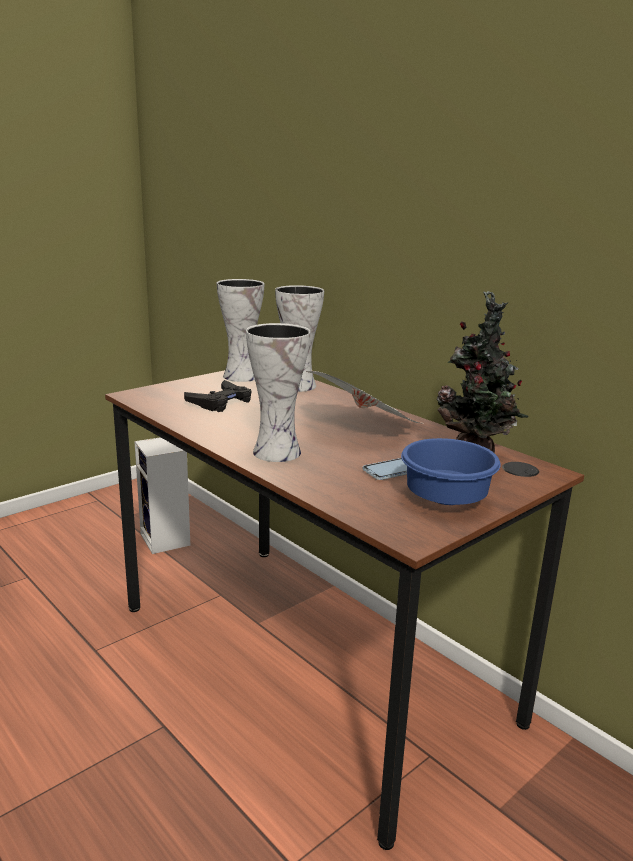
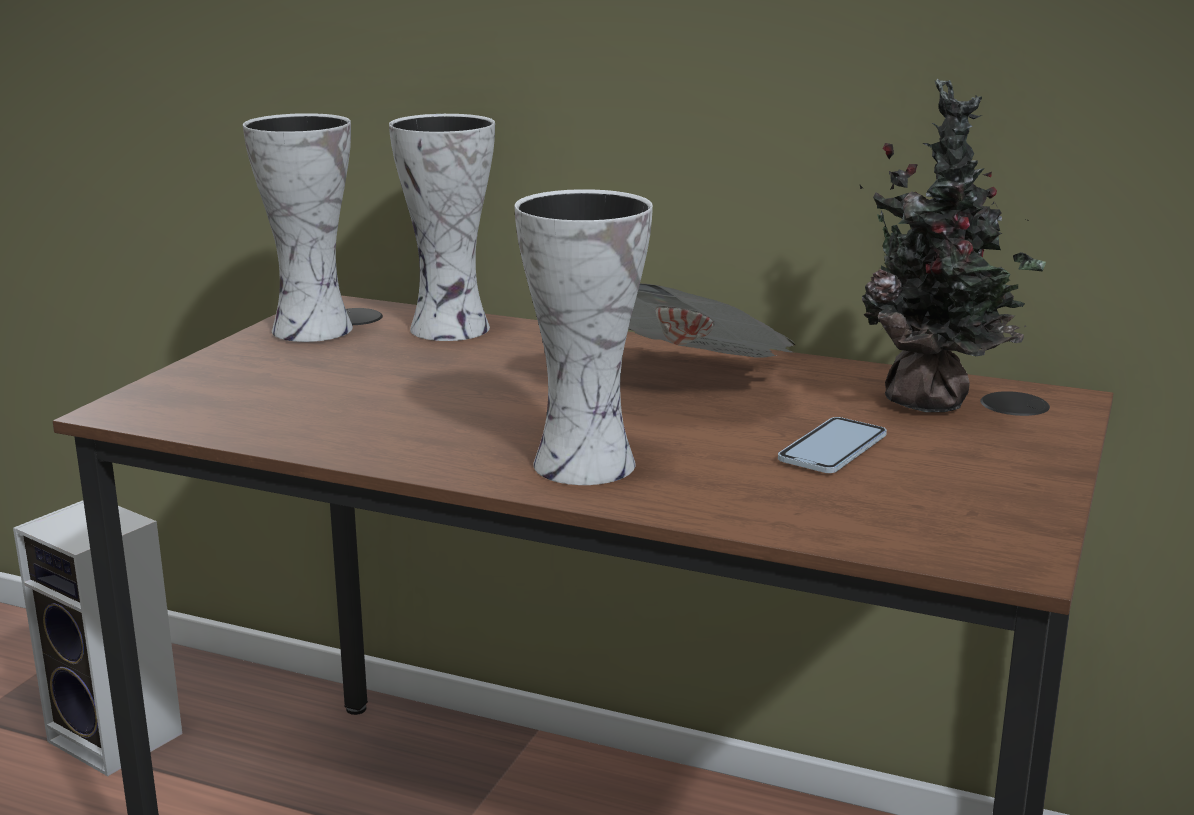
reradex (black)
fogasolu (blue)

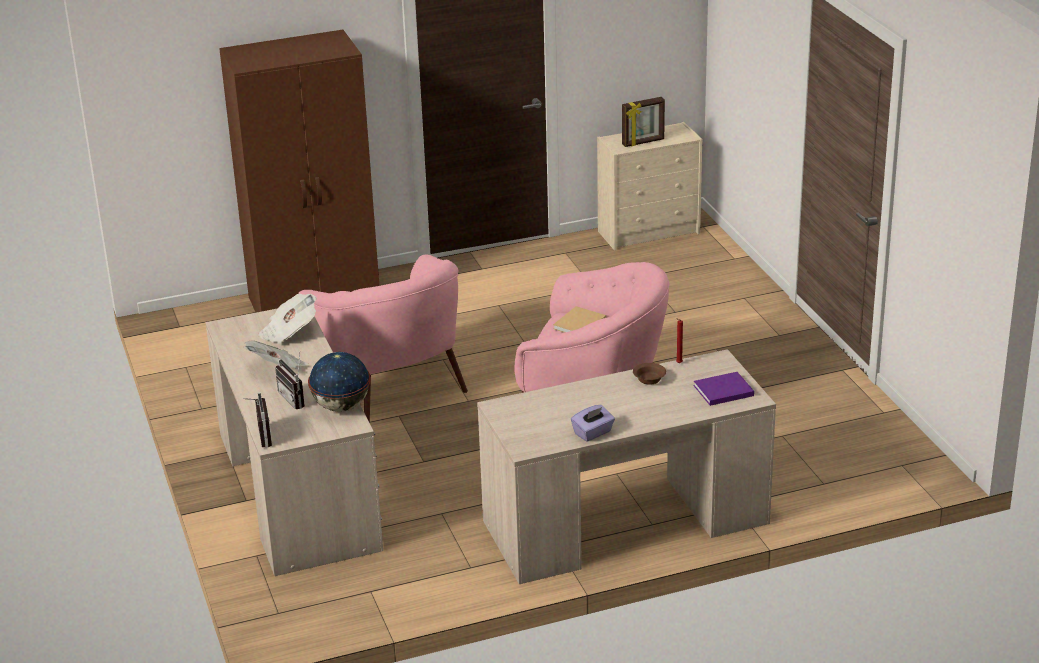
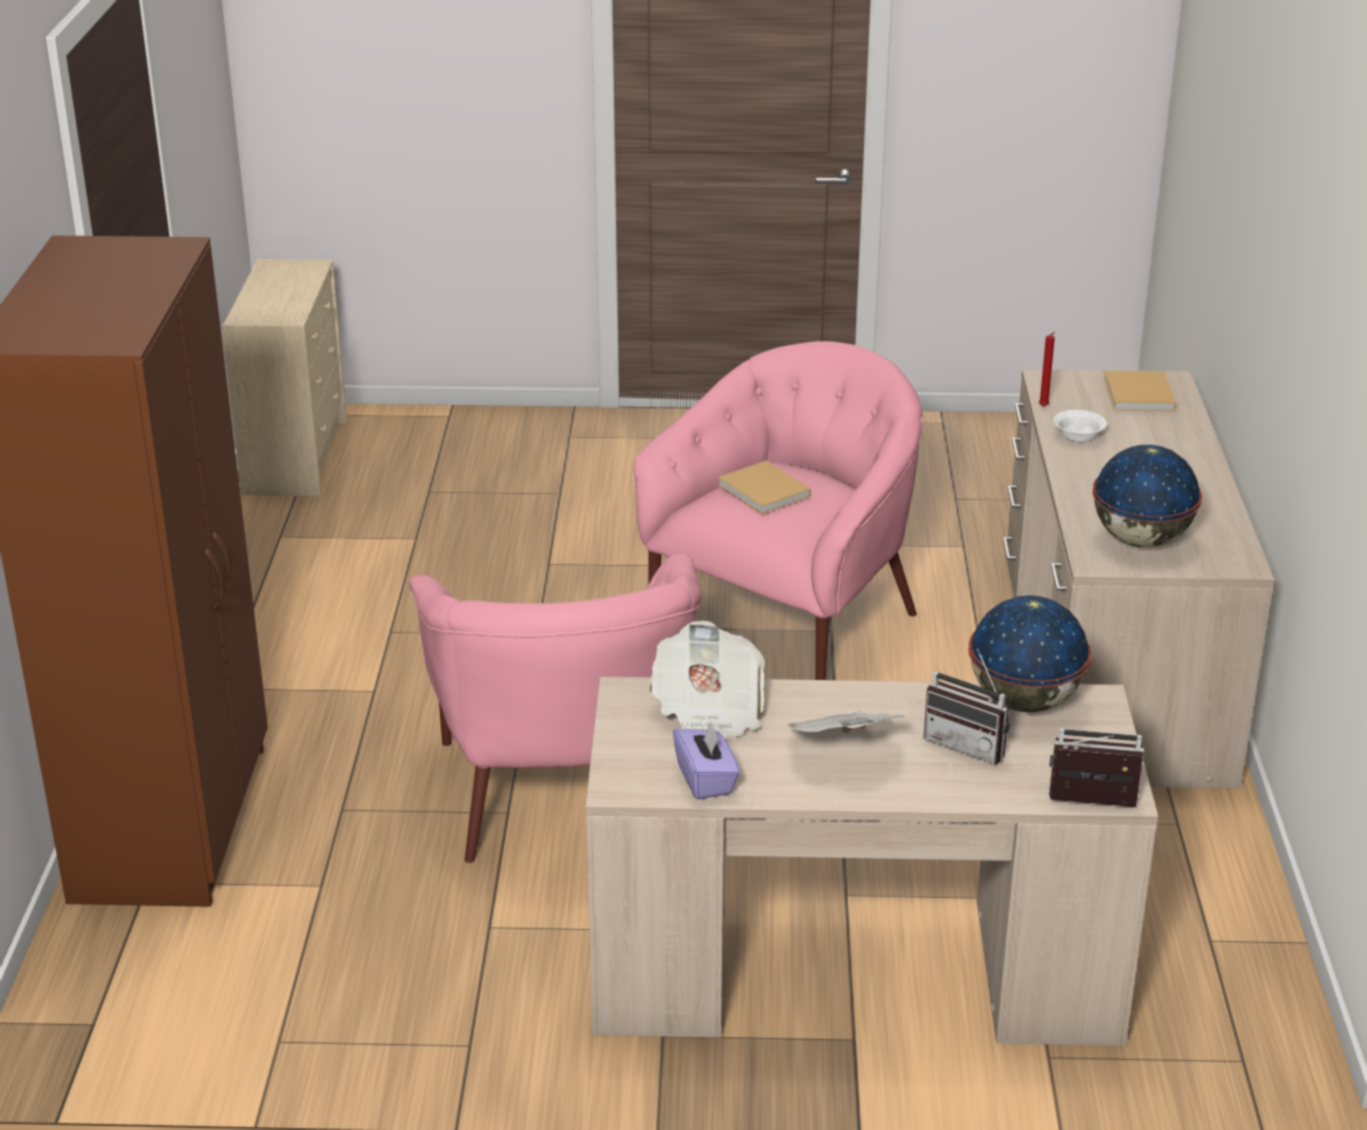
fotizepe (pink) (no. 1 from left)
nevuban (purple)
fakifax (no. 1 from left)
fogasolu (white)
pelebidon (no. 2 from left)
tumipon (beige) (no. 2 from left)
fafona

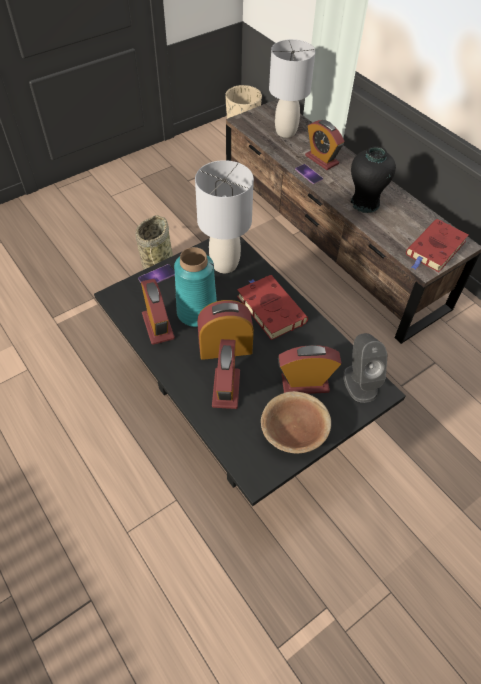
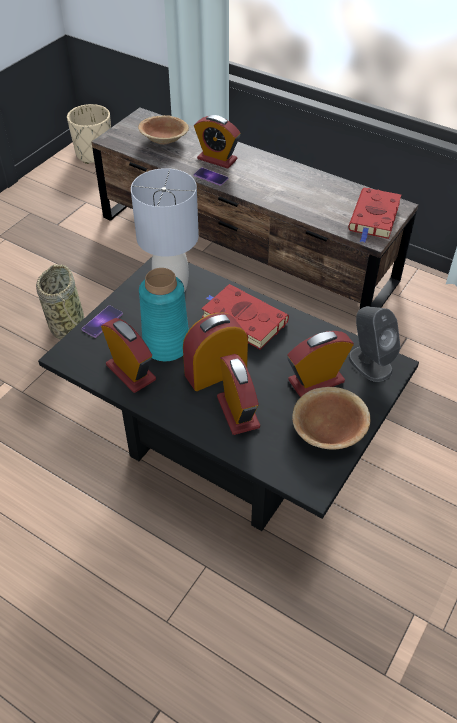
fogasolu (brown) (no. 1 from left)
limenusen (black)

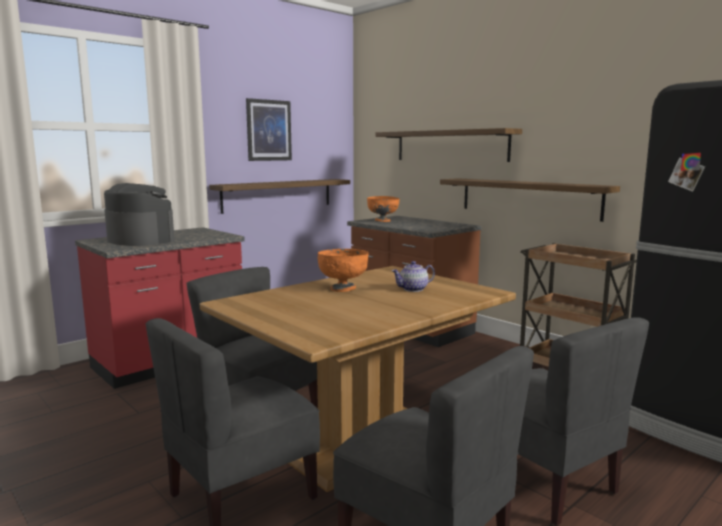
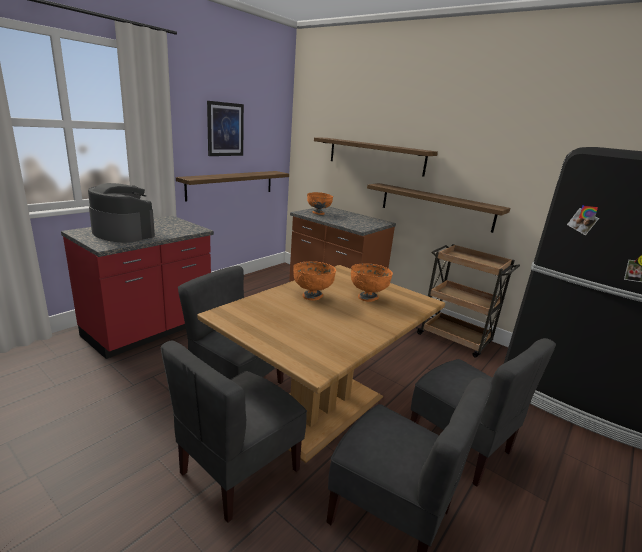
fogasolu (orange) (no. 3 from left)

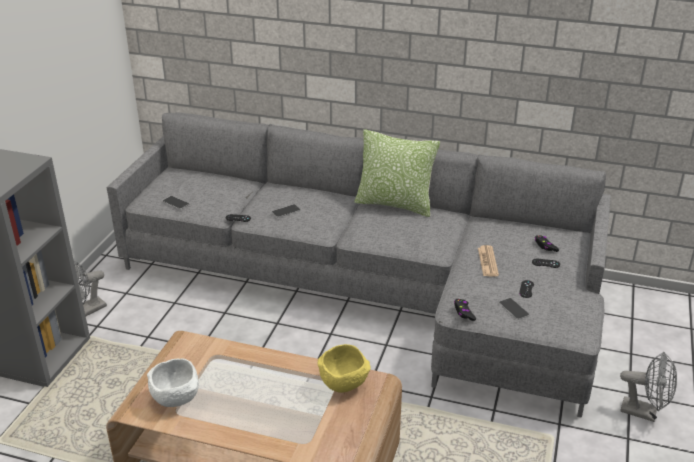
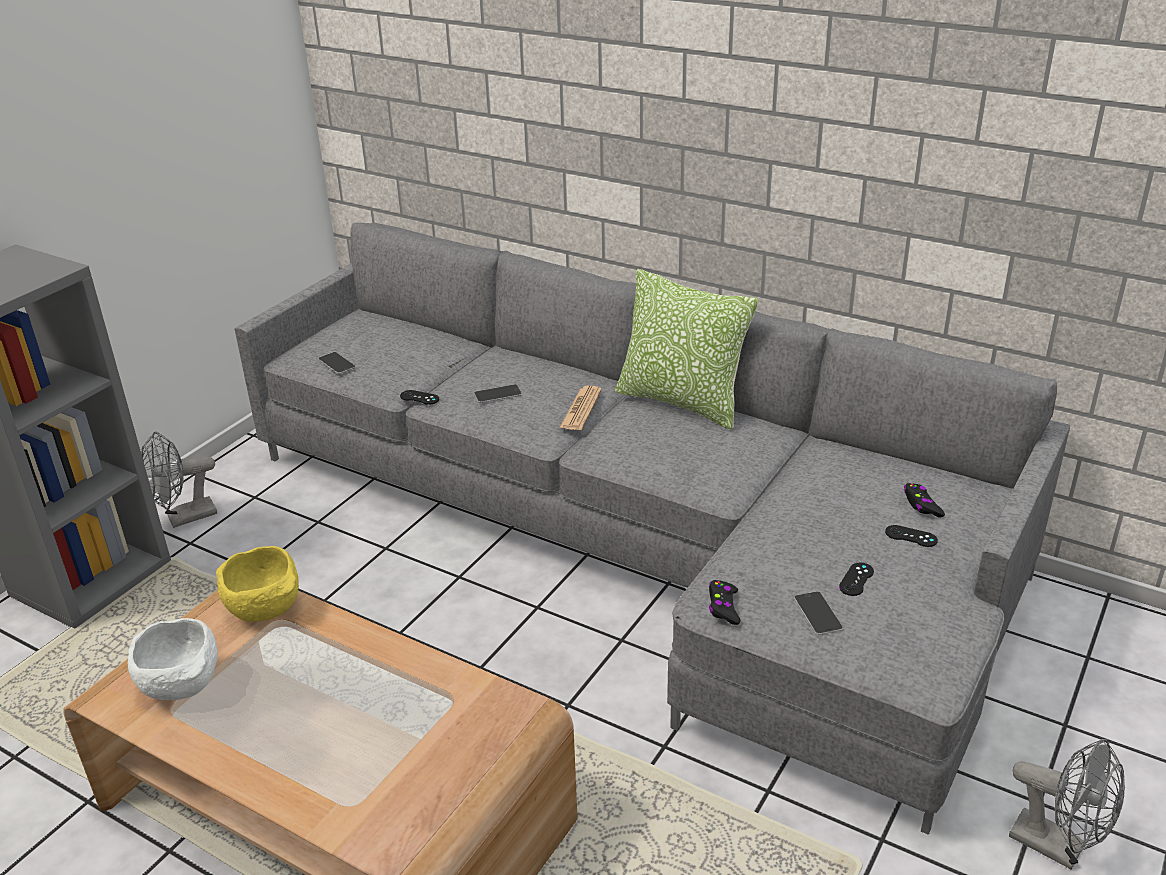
fogasolu (yellow)
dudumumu

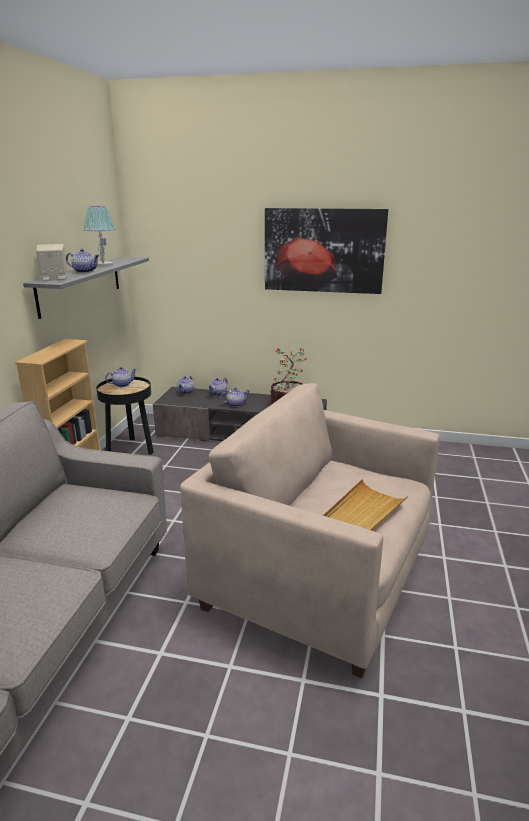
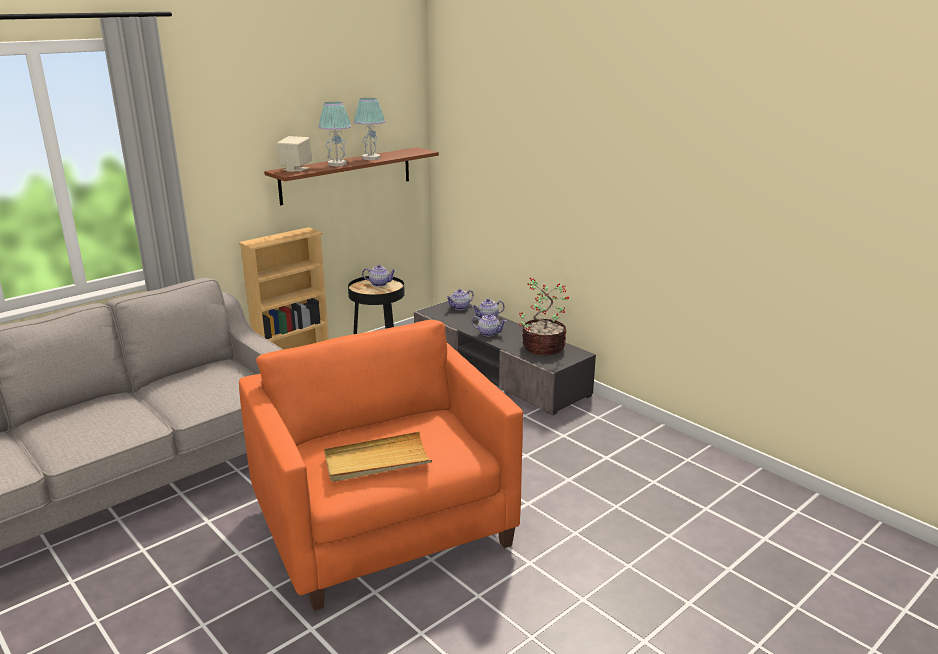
fotizepe (orange)
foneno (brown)
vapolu (no. 1 from left)
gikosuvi

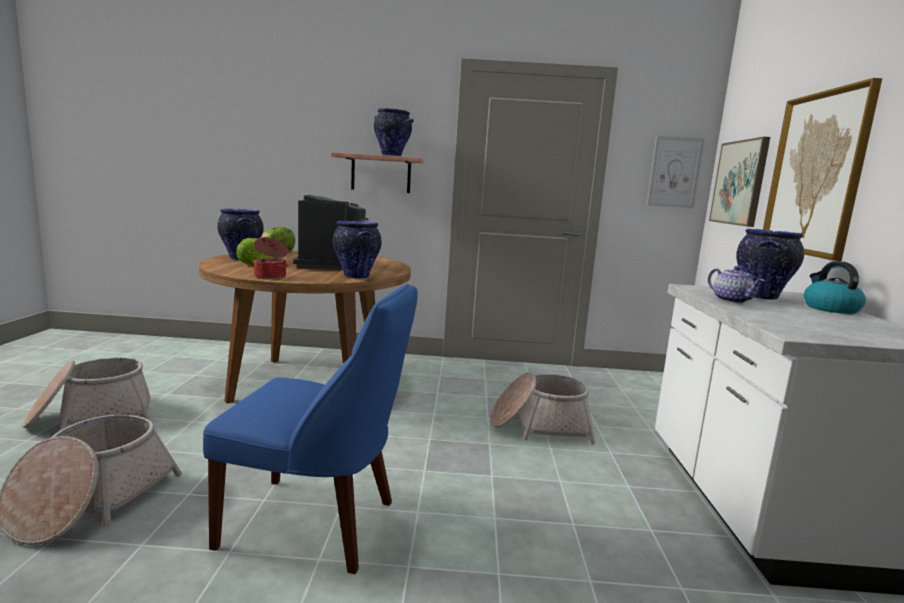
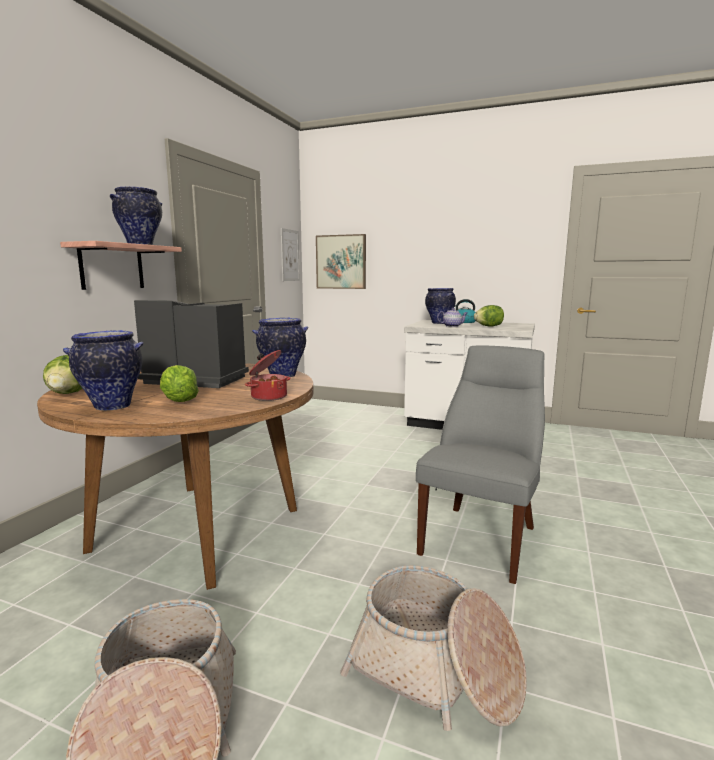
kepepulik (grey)
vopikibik (no. 3 from left)
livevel (no. 3 from left in the first image)
gikosuvi (no. 3 from left in the first image)

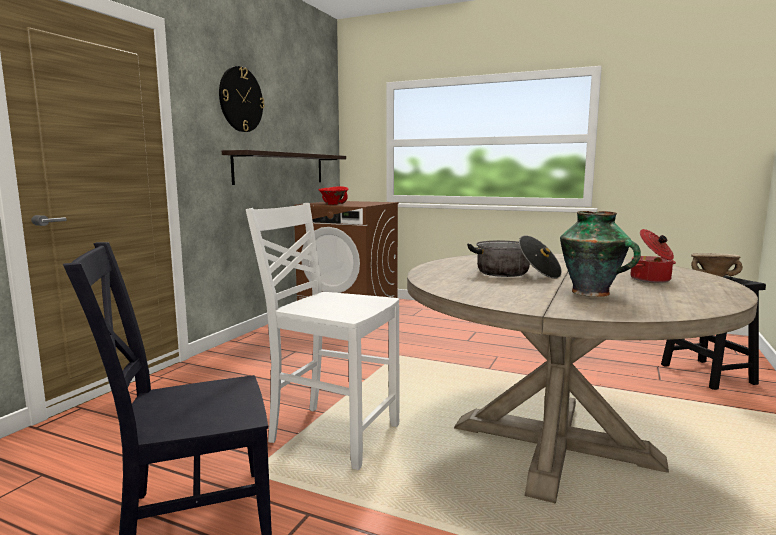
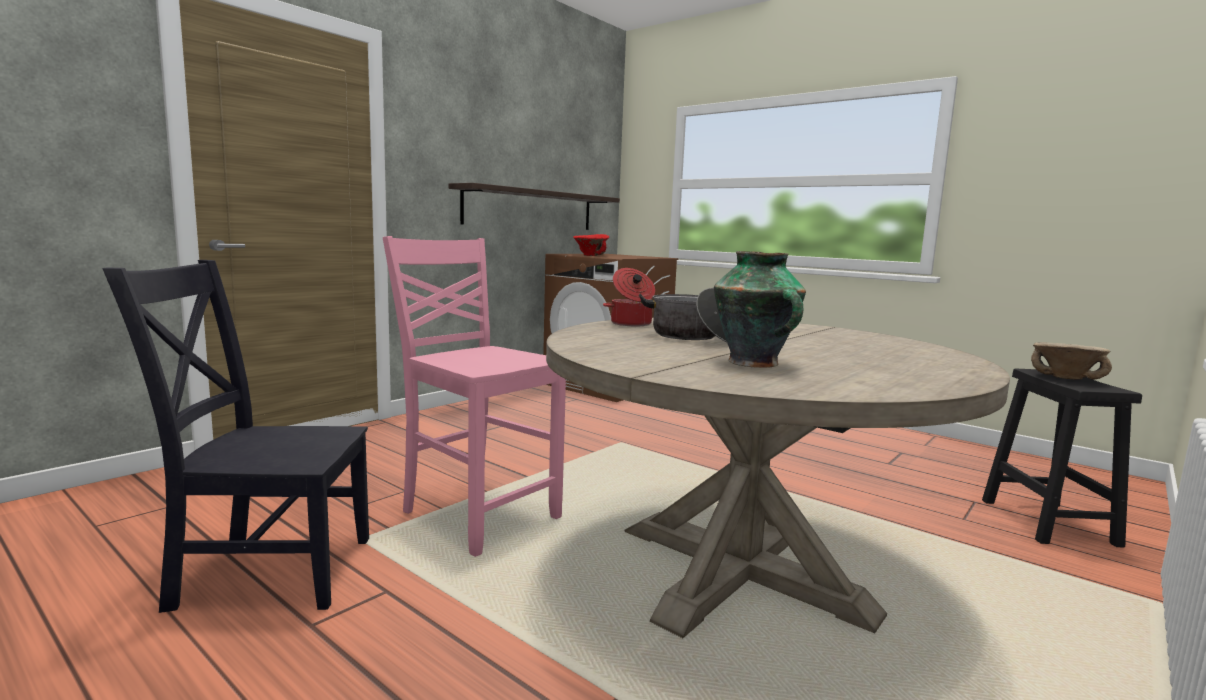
kepepulik (pink)
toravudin (no. 1 from left)
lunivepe

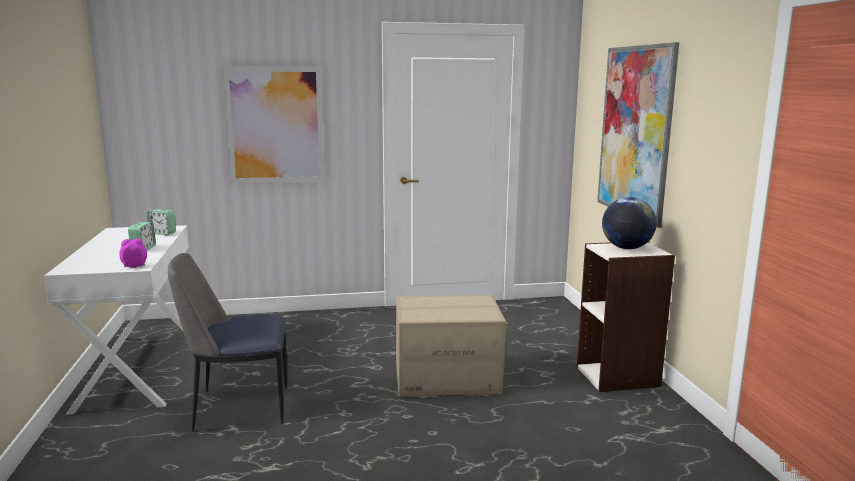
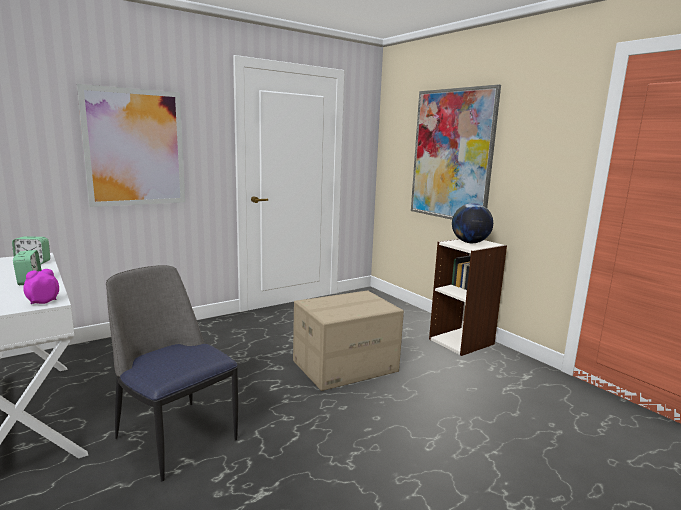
kepepulik

